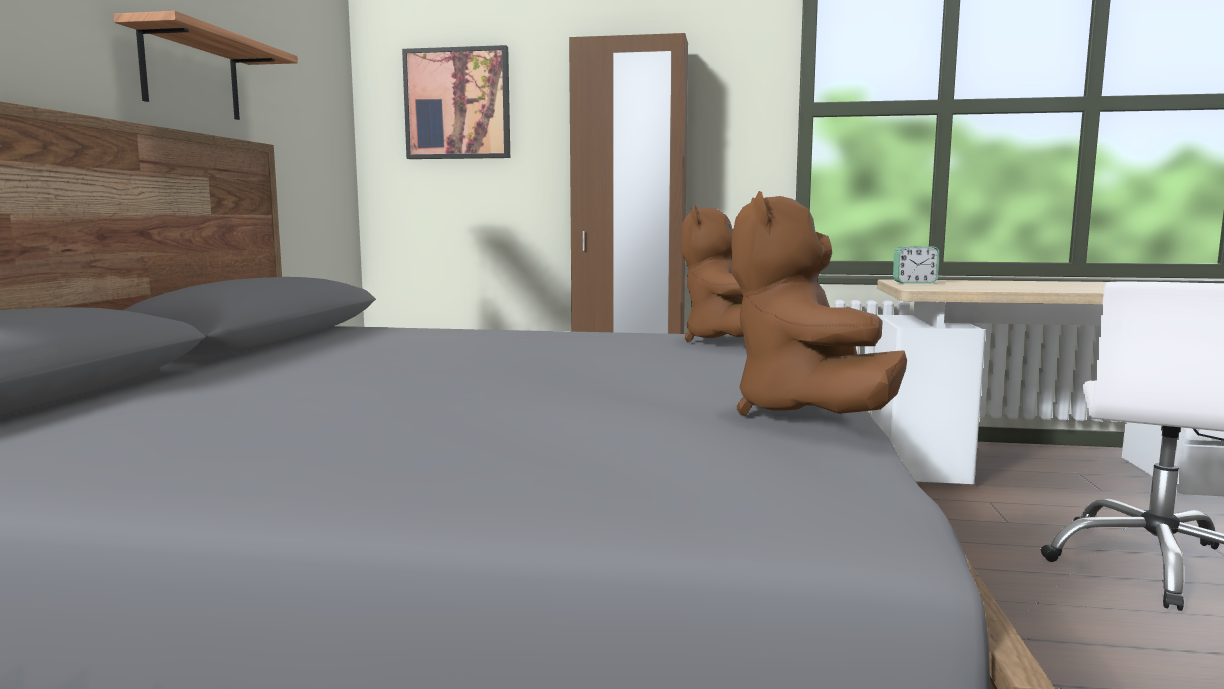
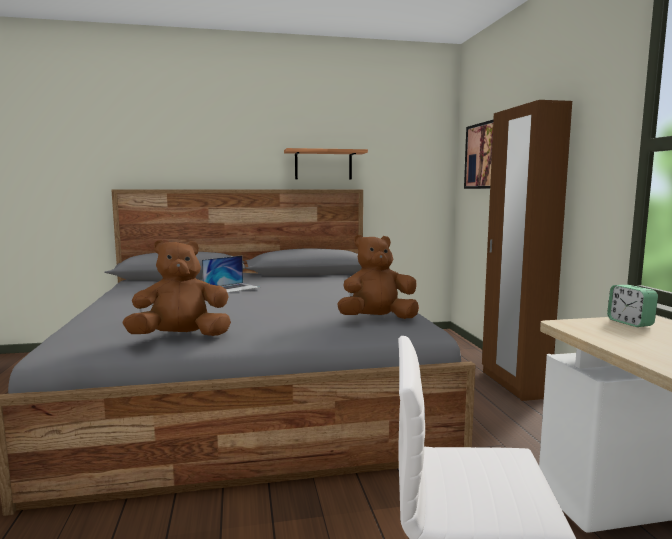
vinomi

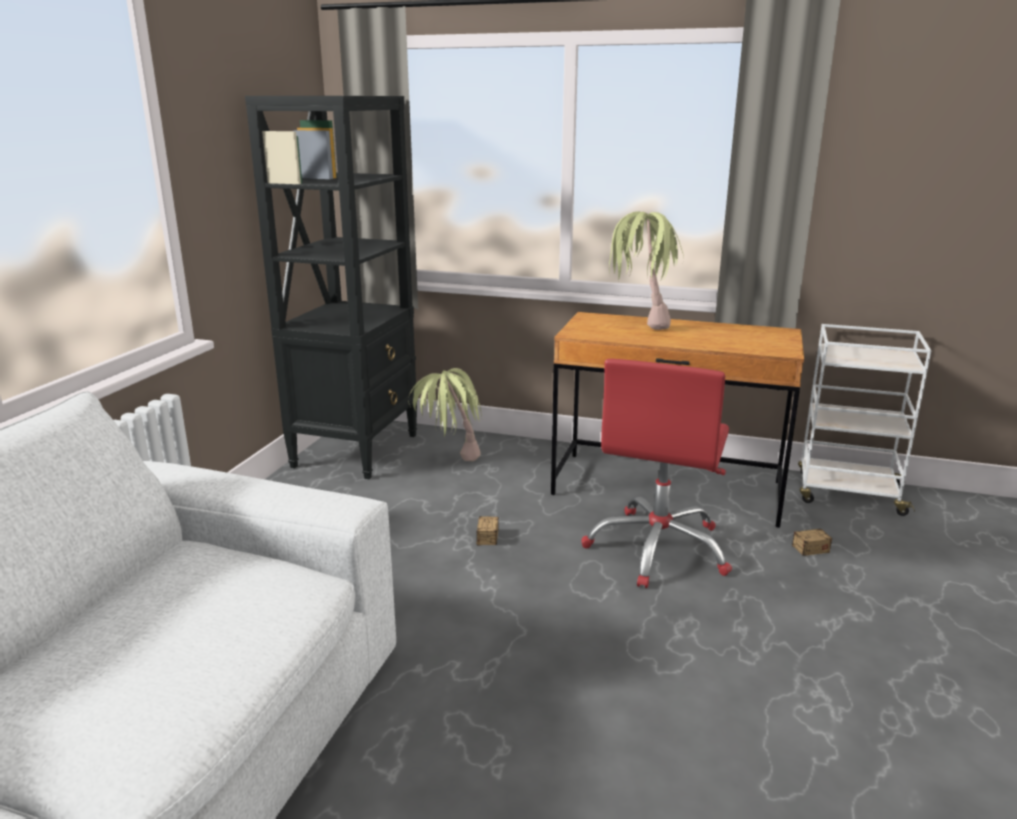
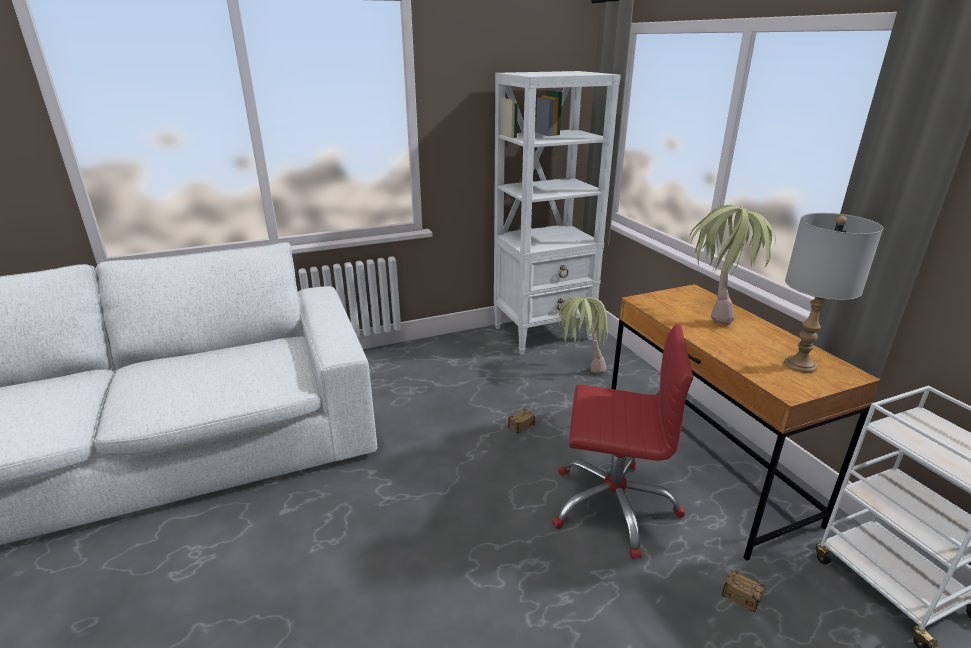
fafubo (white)
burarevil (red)
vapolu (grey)

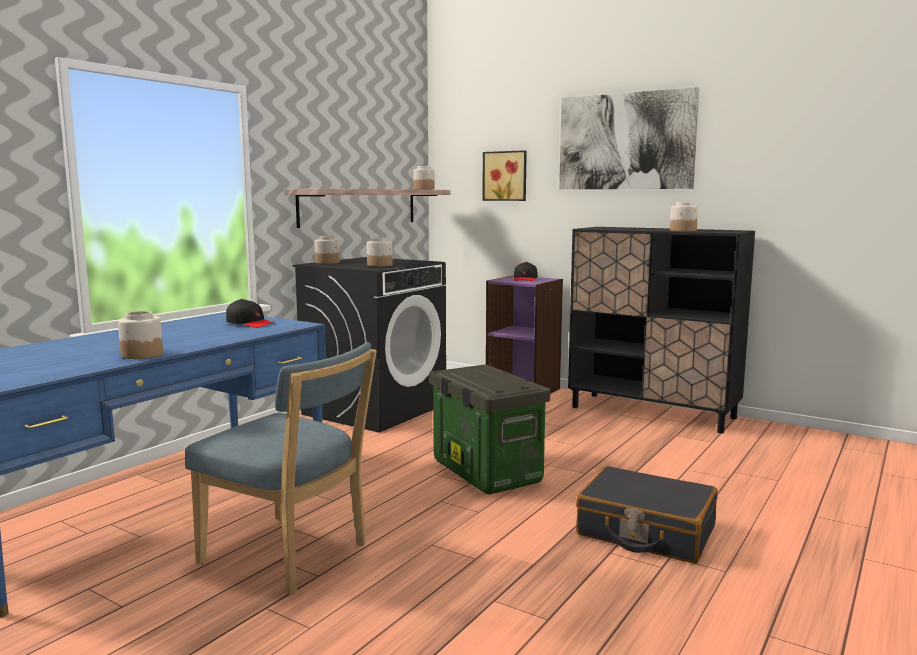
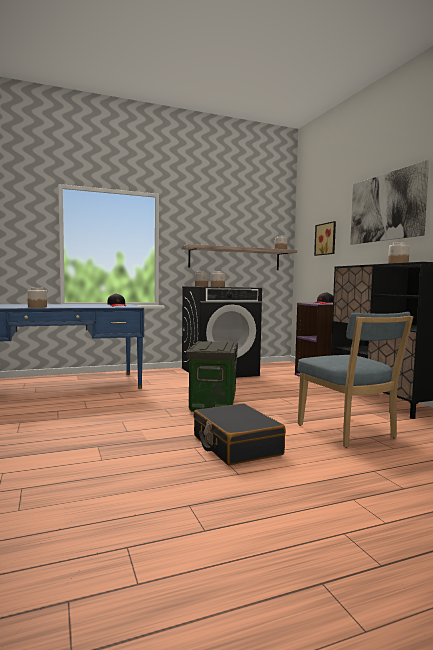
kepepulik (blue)

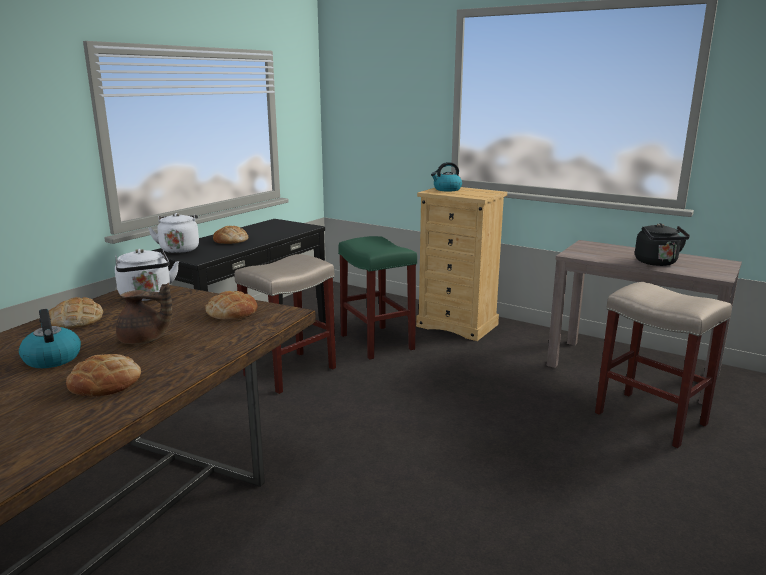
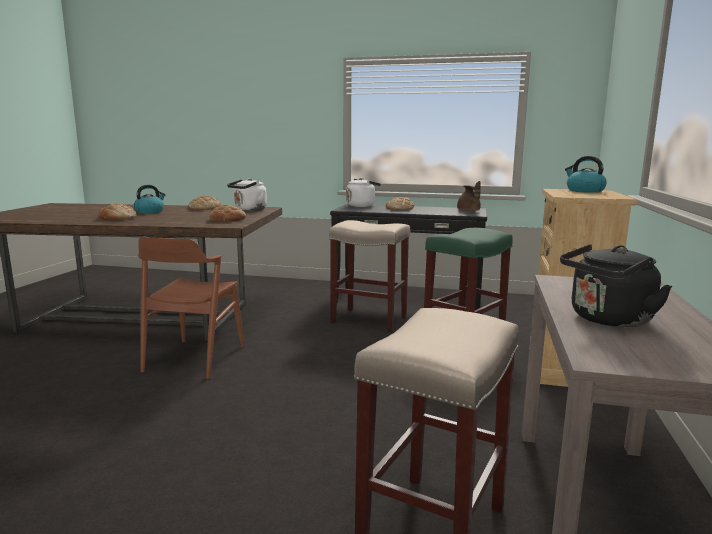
kepepulik (brown)
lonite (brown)

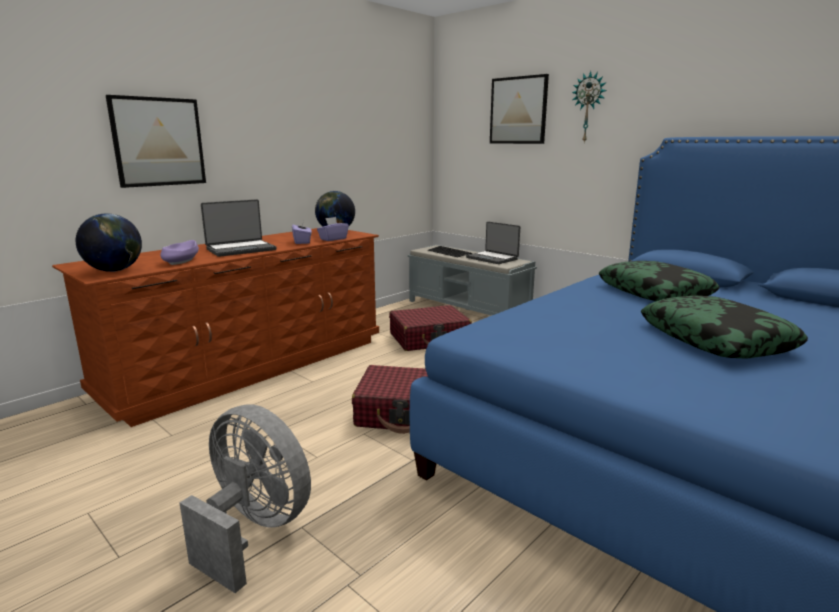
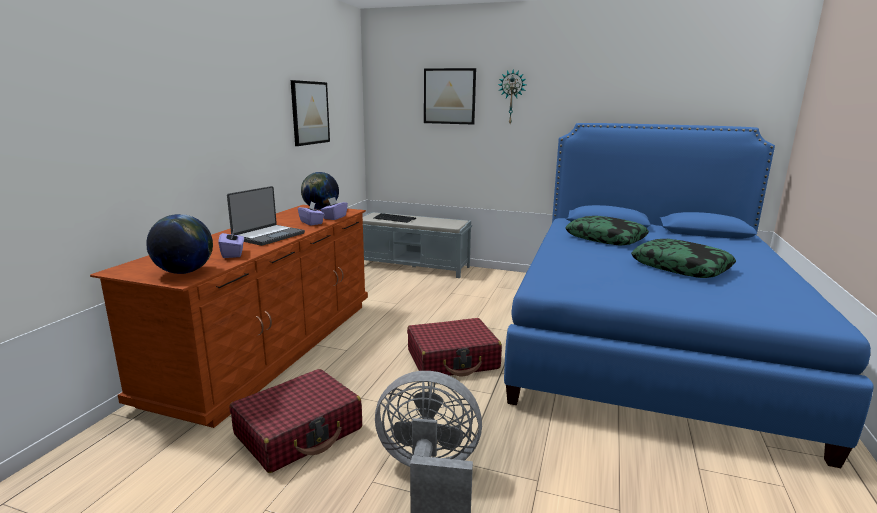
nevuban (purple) (no. 1 from left)
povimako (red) (no. 1 from left)
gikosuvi (no. 1 from left)
vinomi (no. 2 from left in the first image)

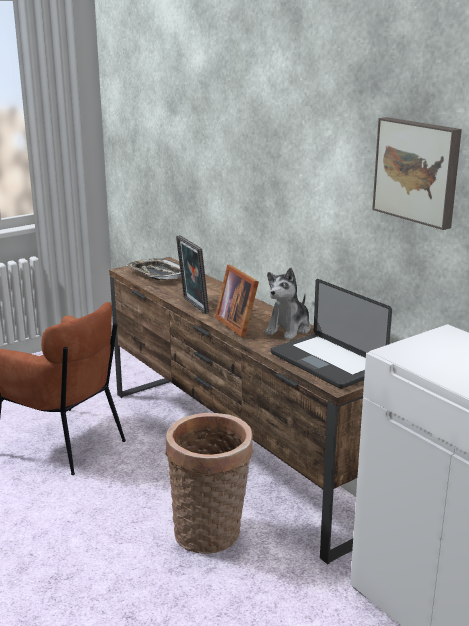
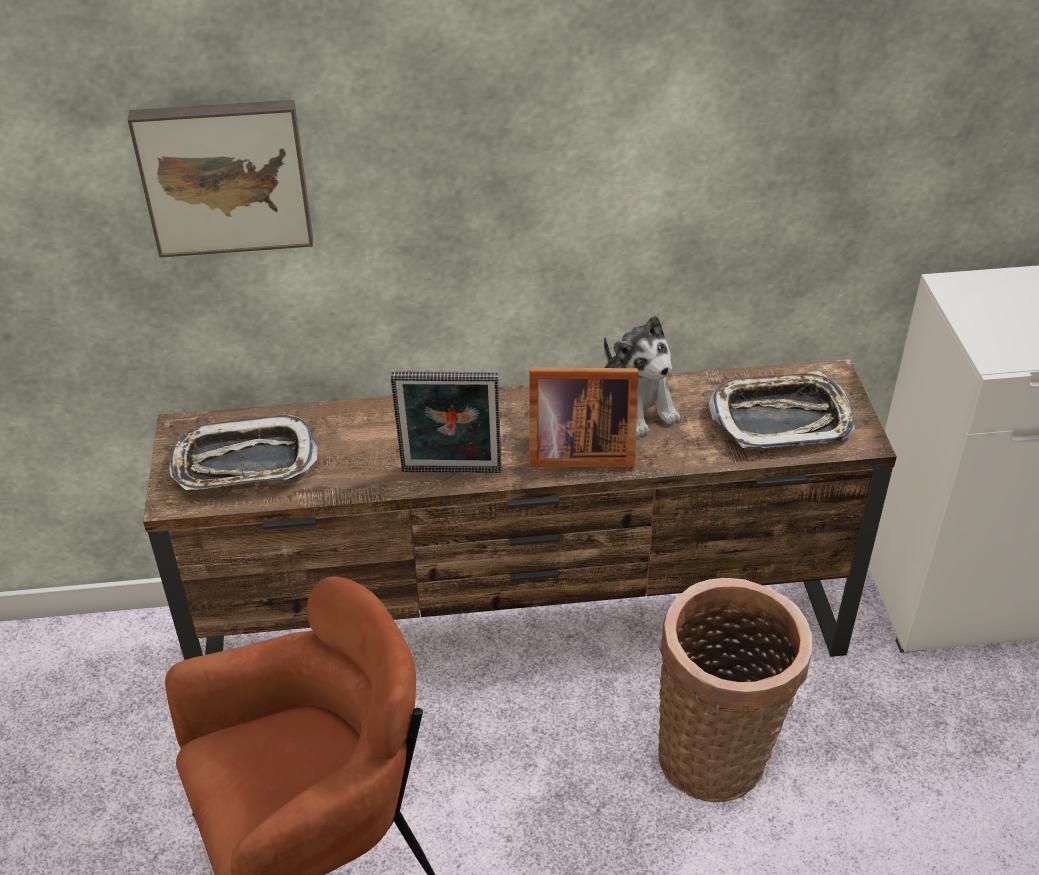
gikosuvi
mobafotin (no. 2 from left)

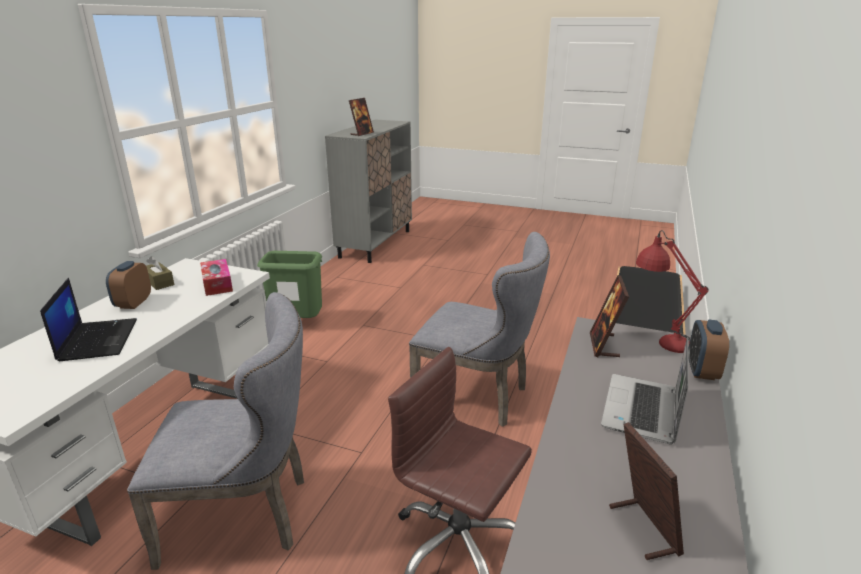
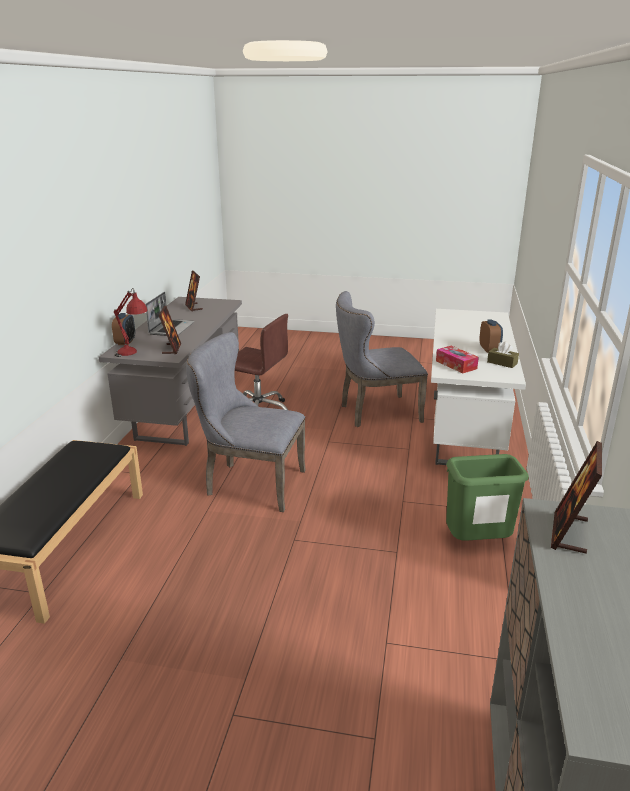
vinomi (no. 1 from left in the first image)

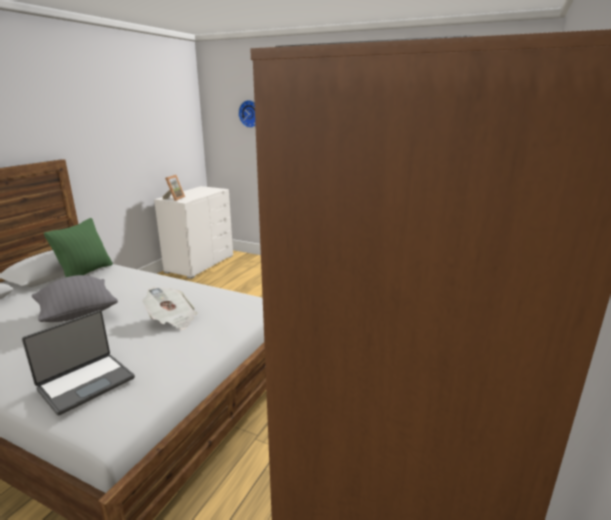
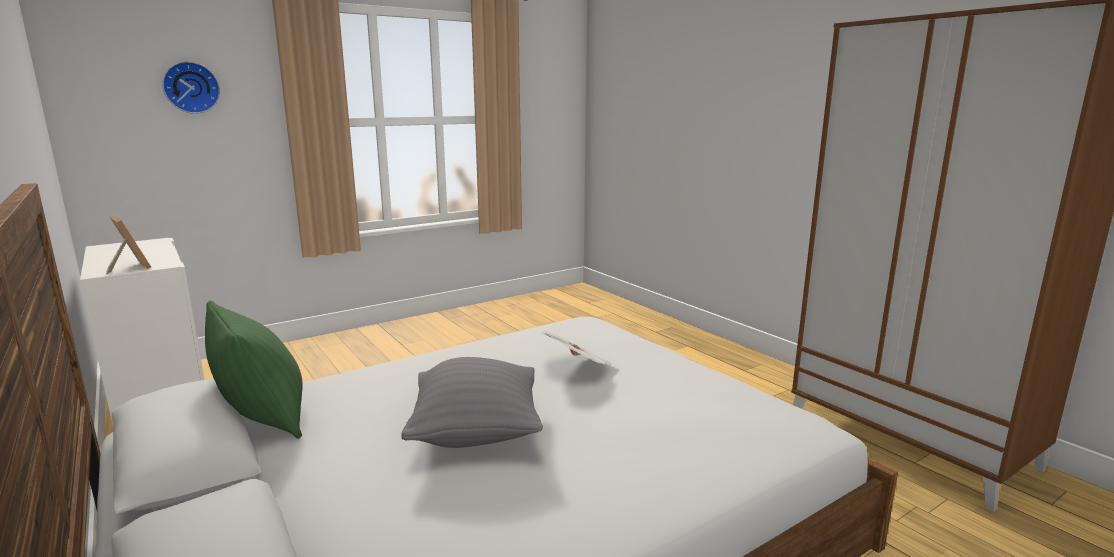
vinomi

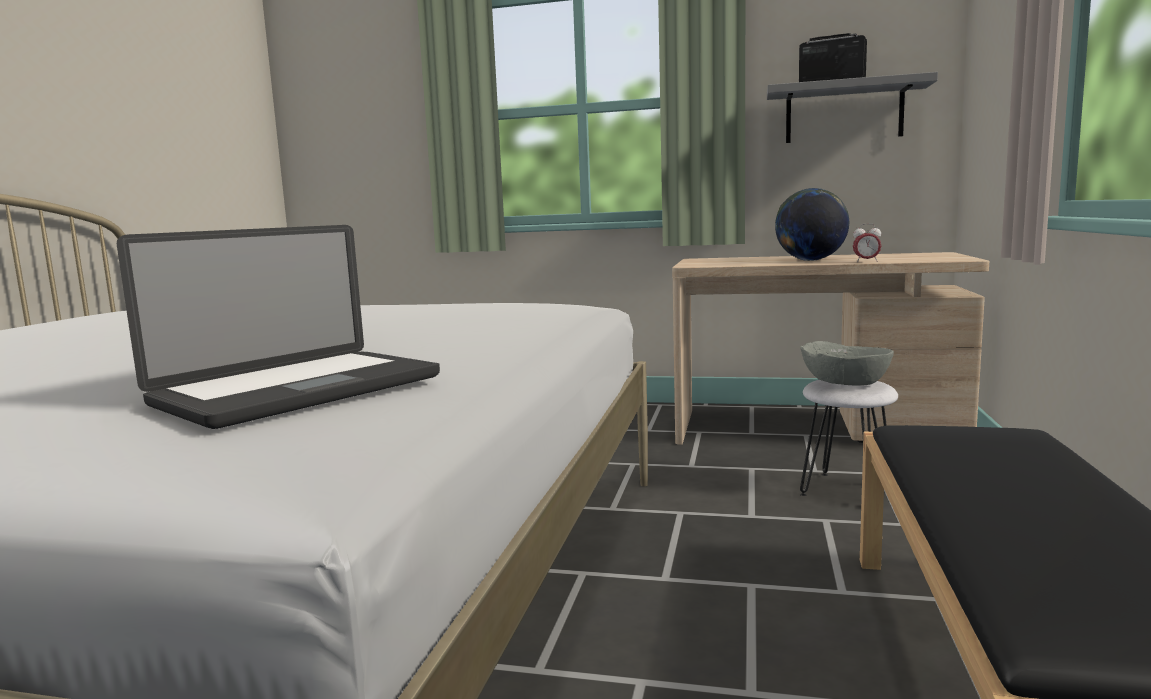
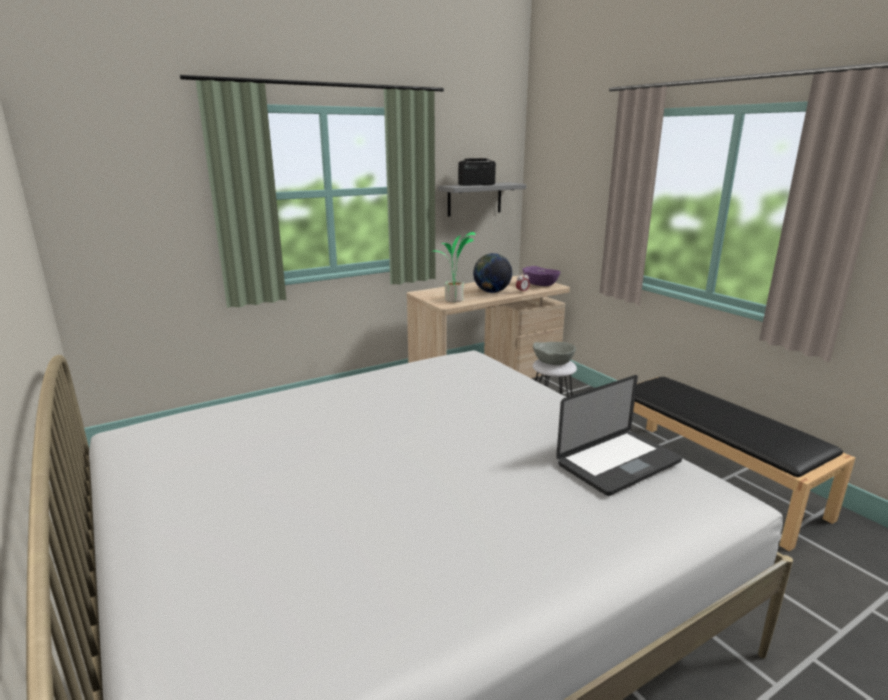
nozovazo
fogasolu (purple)
vinomi

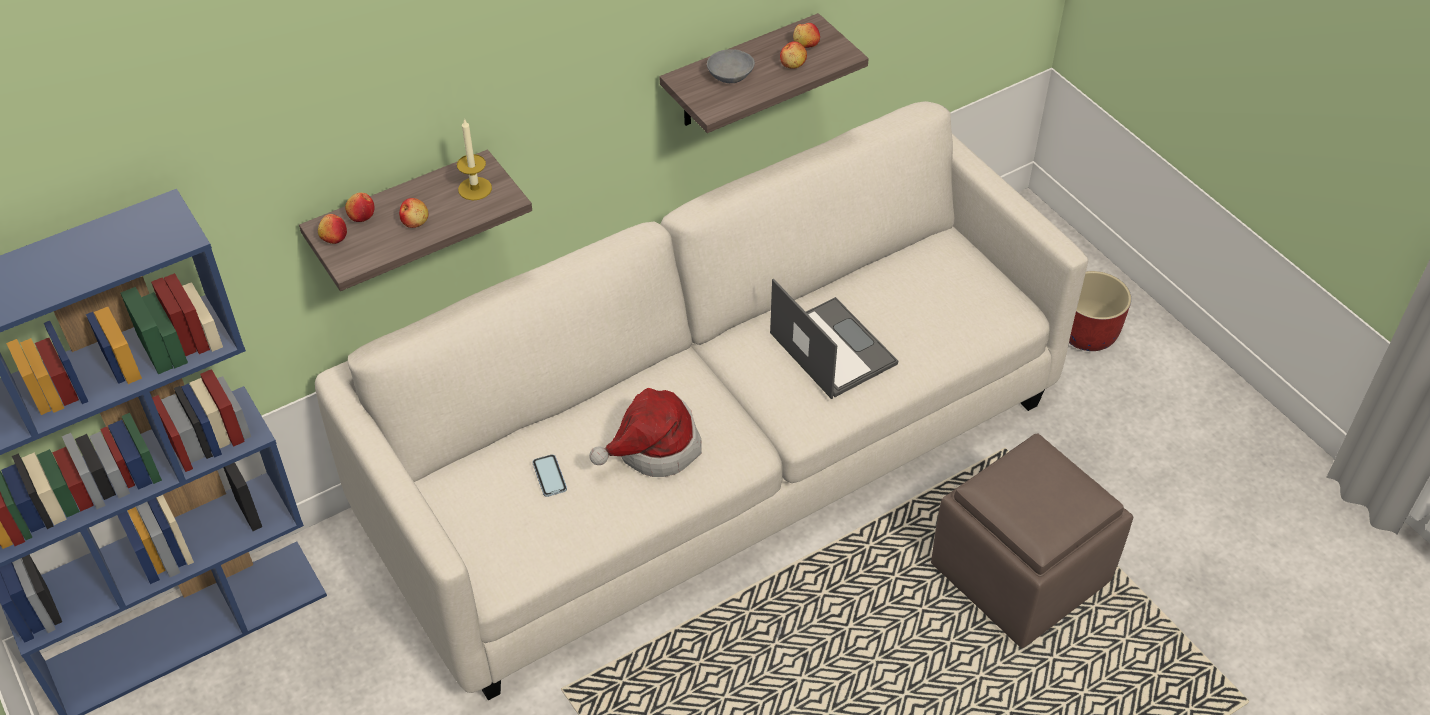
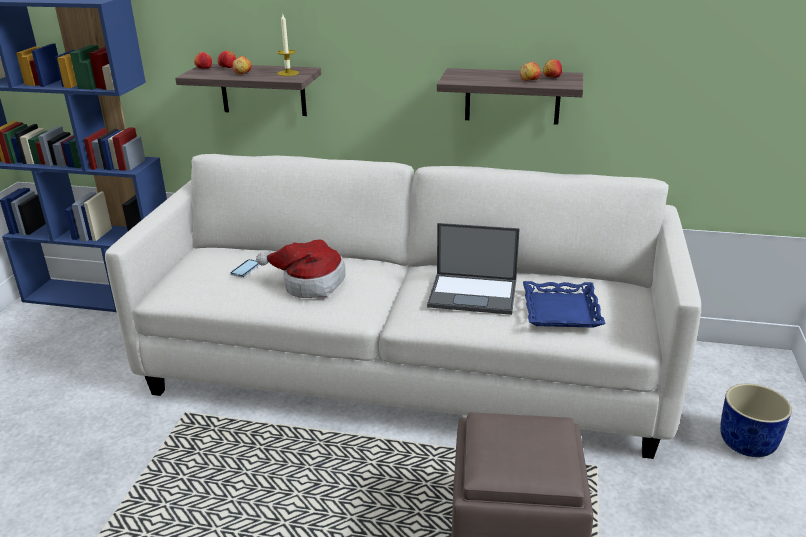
vinomi
mobafotin (blue)
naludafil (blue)
fogasolu (grey)

